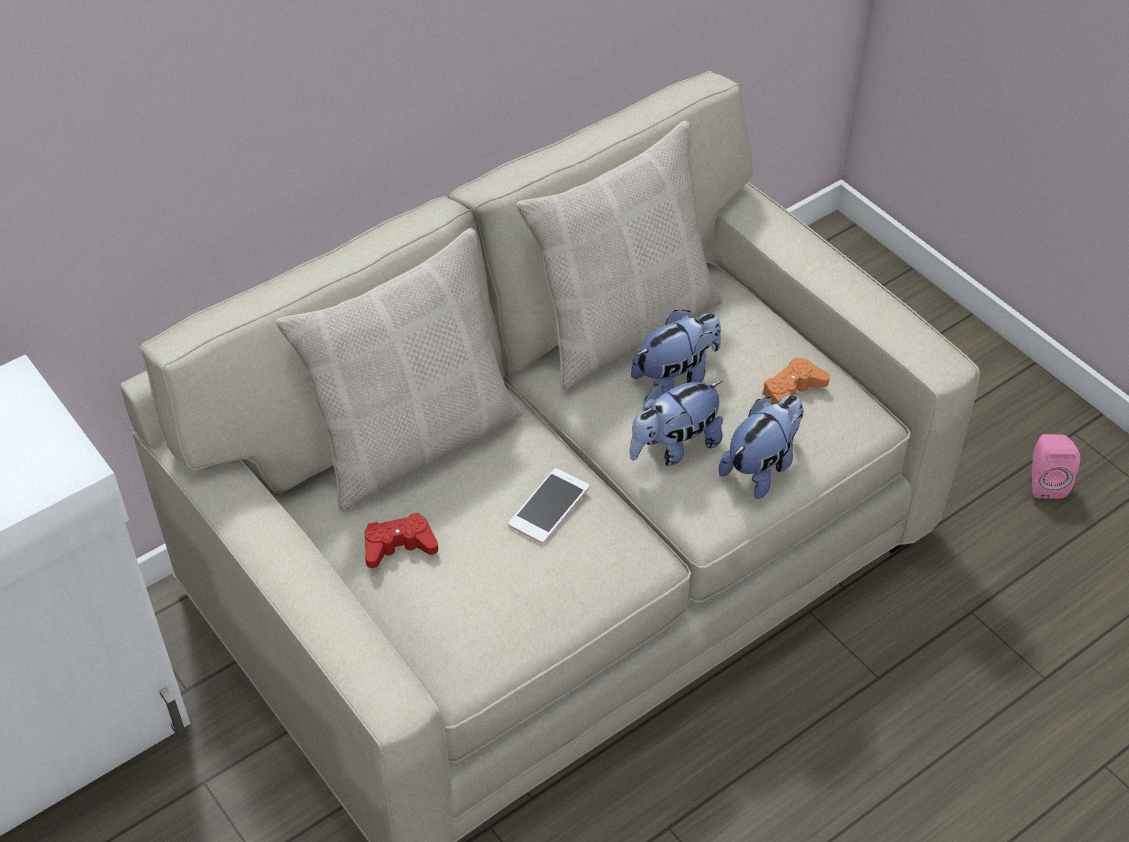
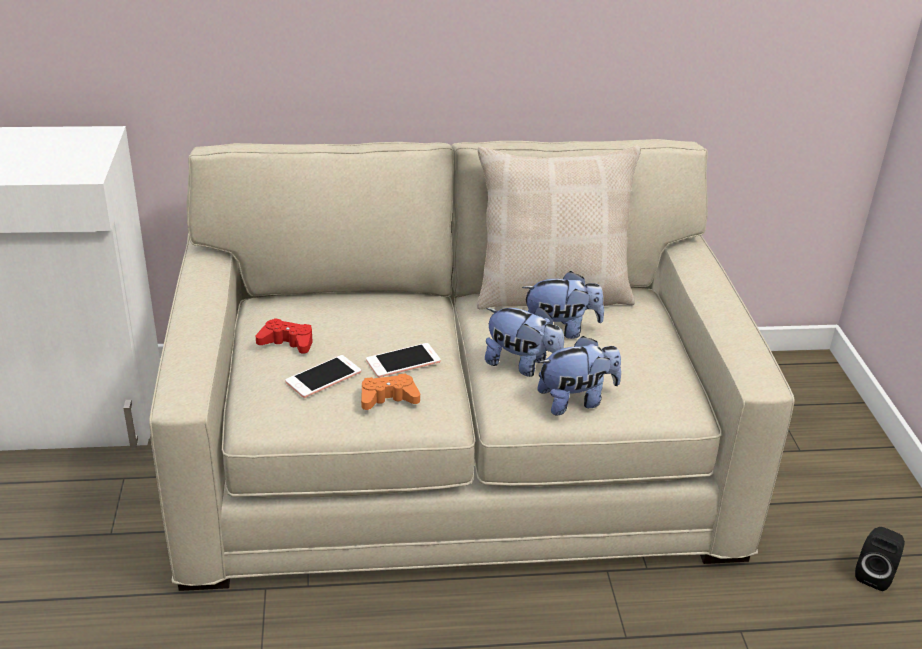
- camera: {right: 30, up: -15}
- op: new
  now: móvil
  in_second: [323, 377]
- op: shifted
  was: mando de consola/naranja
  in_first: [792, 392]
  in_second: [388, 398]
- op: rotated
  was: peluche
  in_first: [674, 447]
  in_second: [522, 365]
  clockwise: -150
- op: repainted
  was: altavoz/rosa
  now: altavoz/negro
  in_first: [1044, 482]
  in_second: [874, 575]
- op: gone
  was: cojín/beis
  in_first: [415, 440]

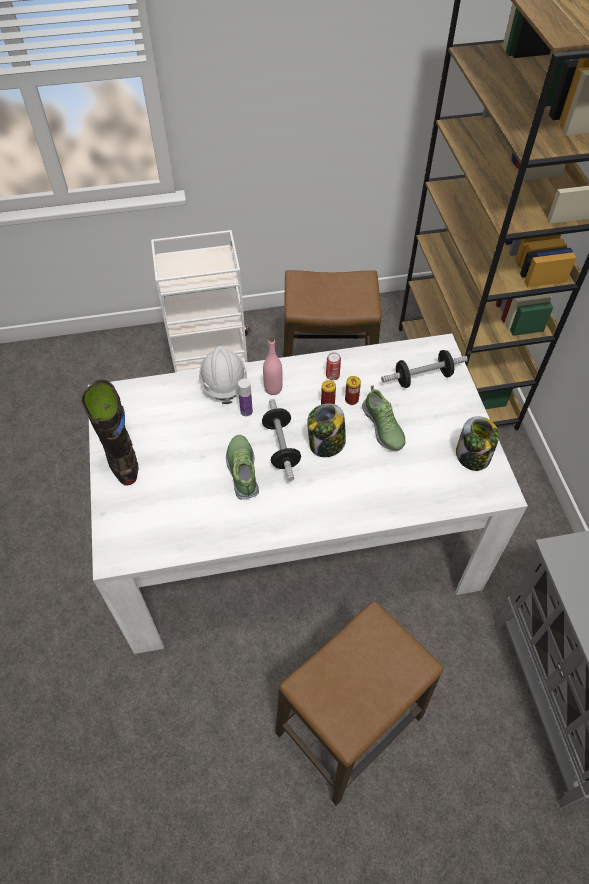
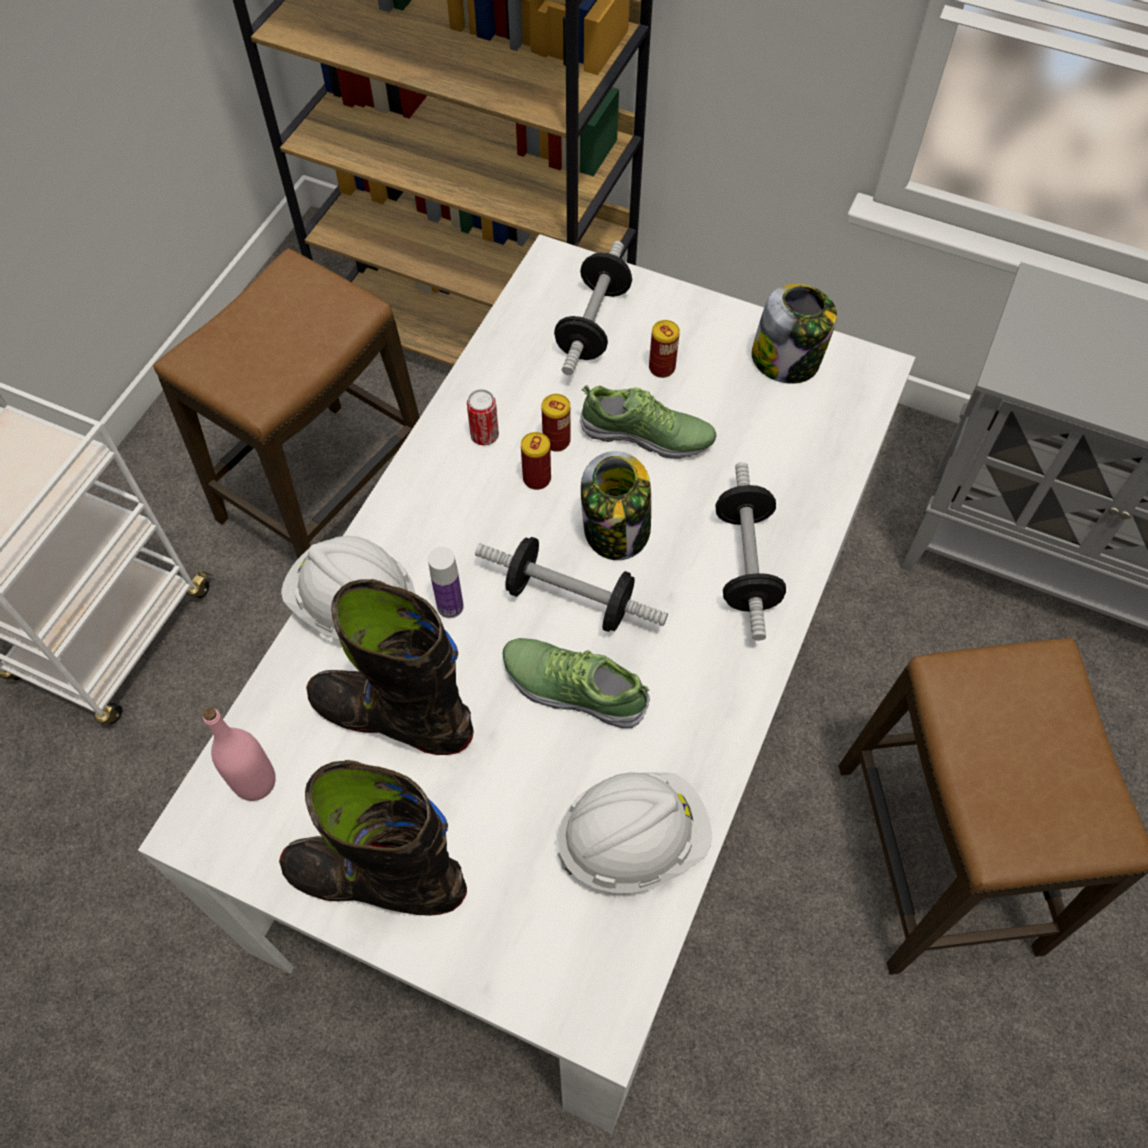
- camera: {right: -55, up: 5}
- op: shifted
  was: botella/rosa
  in_first: [273, 388]
  in_second: [255, 782]
- op: new
  now: bota/negro
  in_second: [393, 717]
- op: new
  now: casco/blanco
  in_second: [633, 840]
- op: new
  now: lata
  in_second: [662, 368]
- op: new
  now: mancuerna
  in_second: [746, 563]

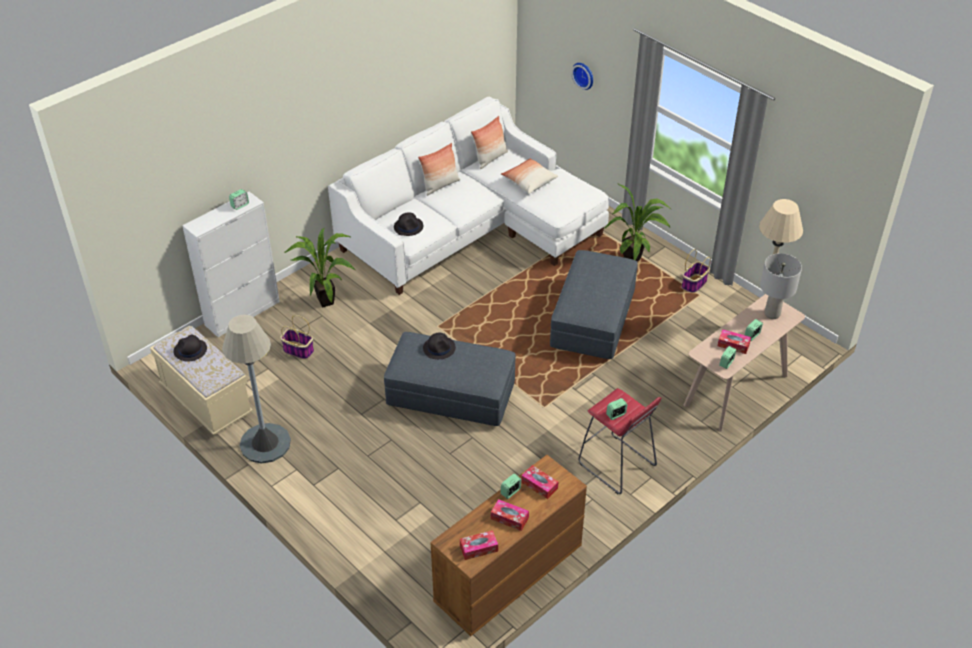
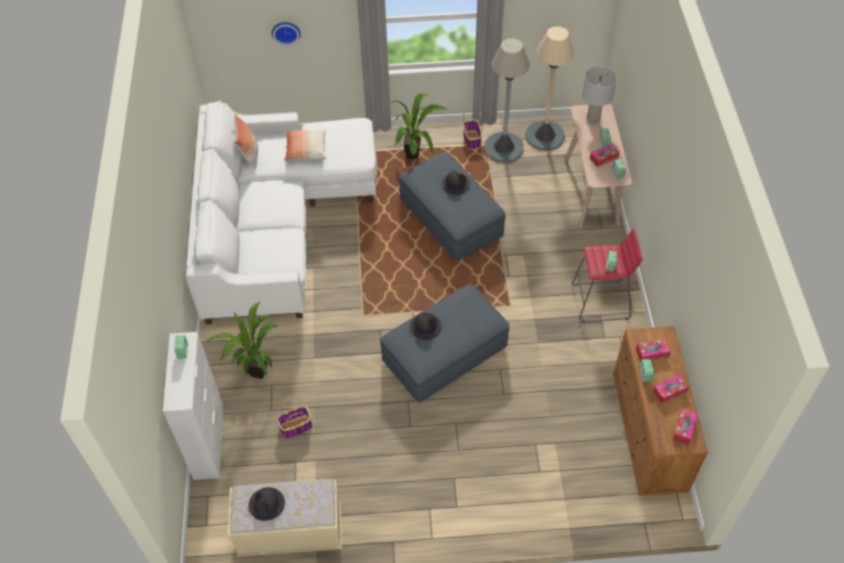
- camera: {right: -50, up: 10}
- op: shifted
  was: sombrero/negro
  in_first: [408, 227]
  in_second: [455, 184]
- op: shifted
  was: lámpara de pie/gris
  in_first: [265, 443]
  in_second: [504, 147]
- op: gone
  was: cojín
  in_first: [440, 185]

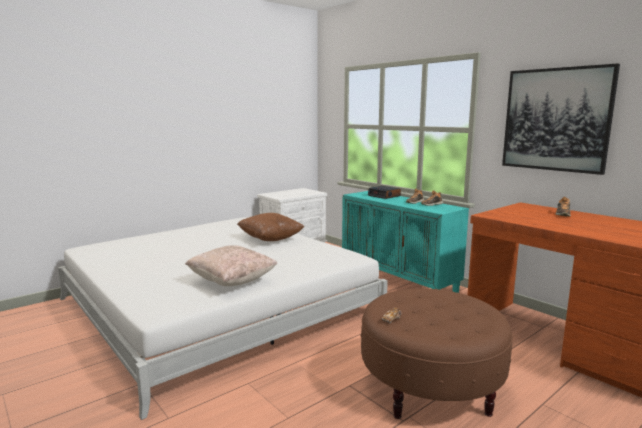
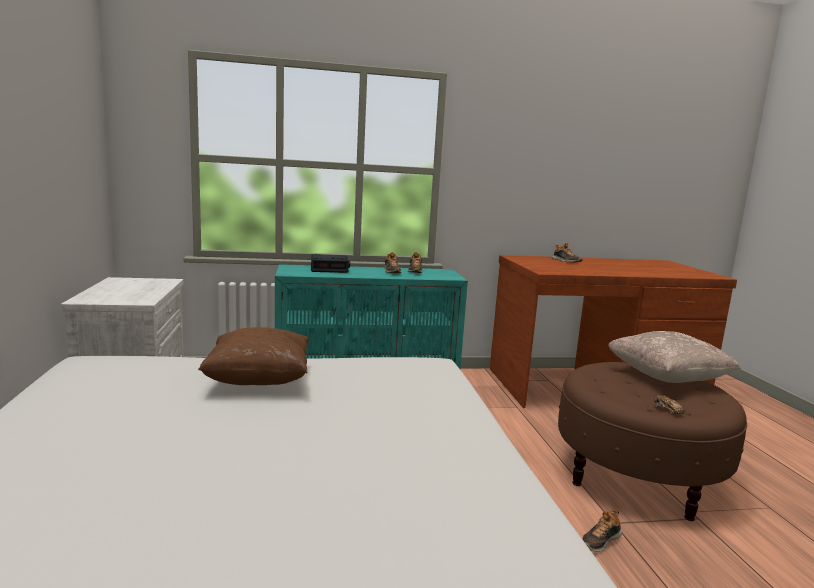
- camera: {right: -60, up: 0}
- op: new
  now: zapato
  in_second: [600, 540]
- op: shifted
  was: cojín/beis
  in_first: [232, 282]
  in_second: [666, 379]
- op: gone
  was: cuadro
  in_first: [556, 119]

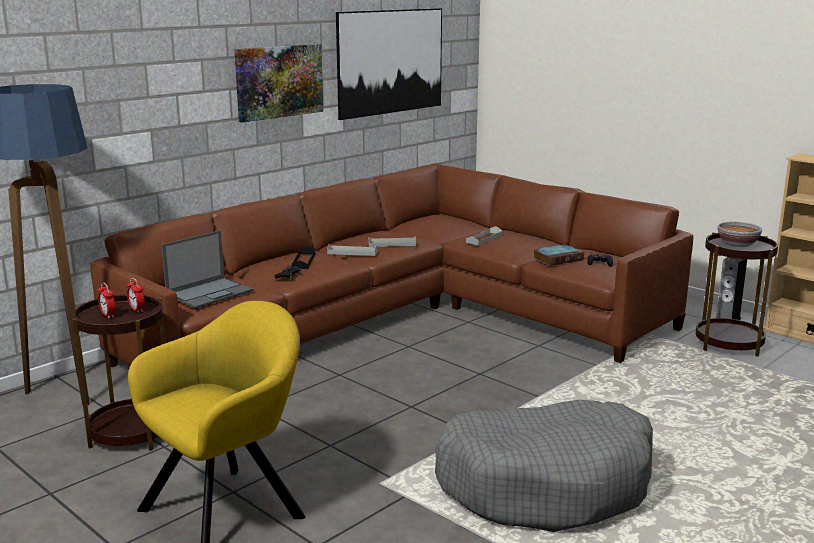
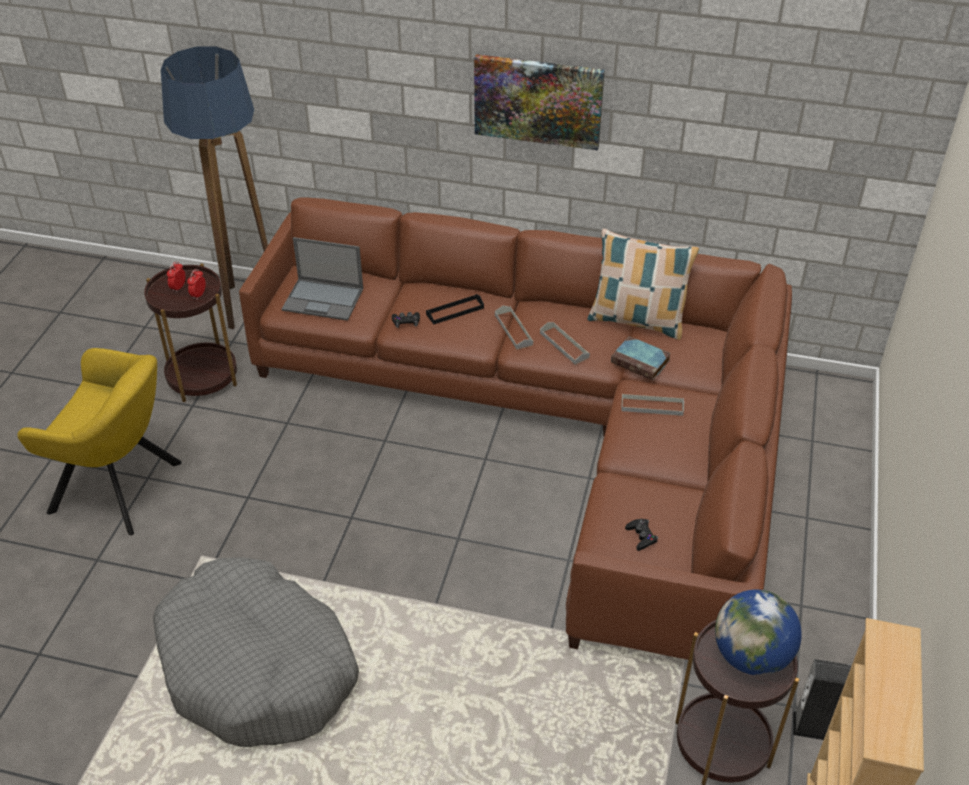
- camera: {right: 60, up: 25}
- op: new
  now: cojín
  in_second: [637, 321]
- op: shifted
  was: libro
  in_first: [558, 258]
  in_second: [641, 362]
- op: swapped
  was: cuenco
  now: globo terráqueo
  in_first: [737, 244]
  in_second: [751, 656]
- op: gone
  was: cuadro
  in_first: [391, 62]

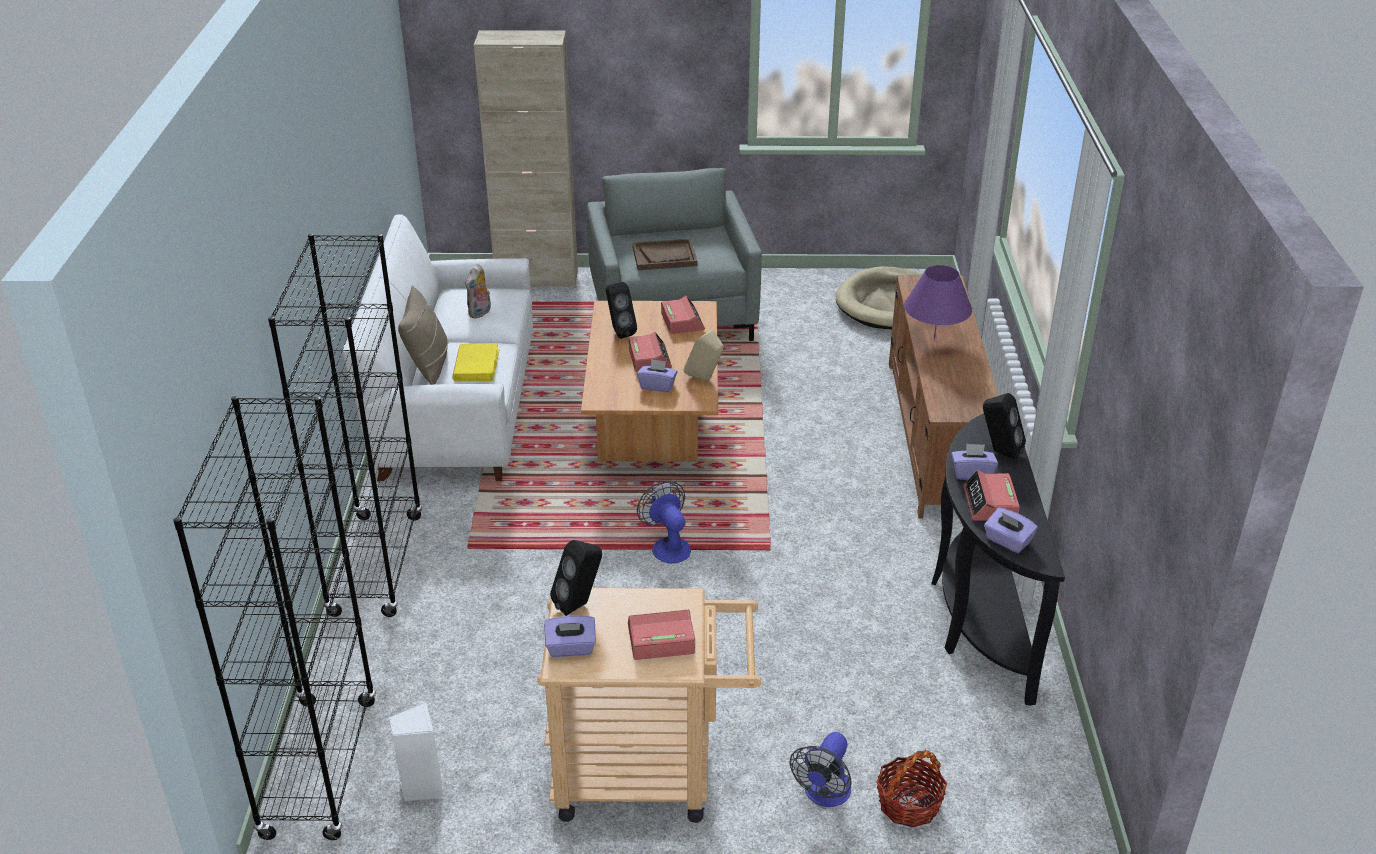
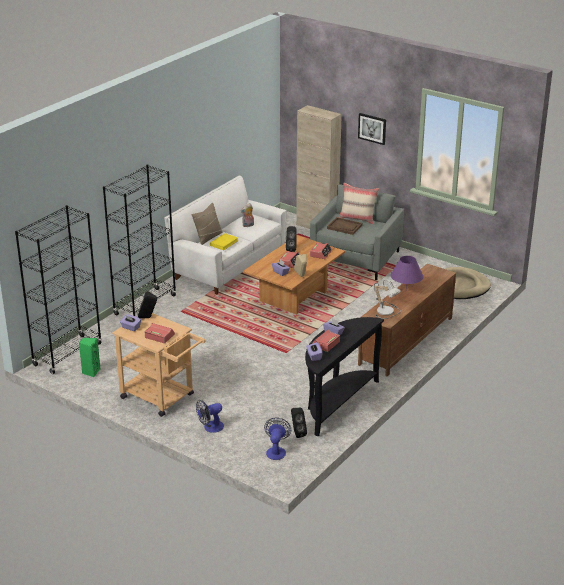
- camera: {right: 35, up: -5}
- op: repainted
  was: altavoz/blanco
  now: altavoz/verde
  in_first: [421, 787]
  in_second: [91, 372]
- op: shifted
  was: ventilador
  in_first: [668, 545]
  in_second: [276, 451]
- op: shifted
  was: altavoz/negro
  in_first: [999, 452]
  in_second: [297, 433]
- op: new
  now: cojín/beis
  in_second: [358, 218]
- op: new
  now: cuadro
  in_second: [372, 128]
- op: new
  now: lámpara de mesa
  in_second: [387, 310]
- op: gone
  was: cesta
  in_first: [908, 804]

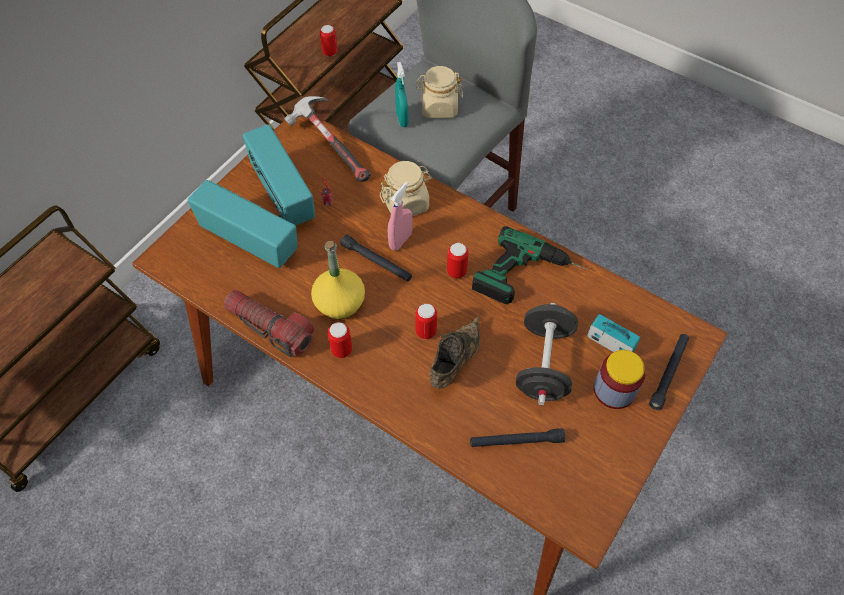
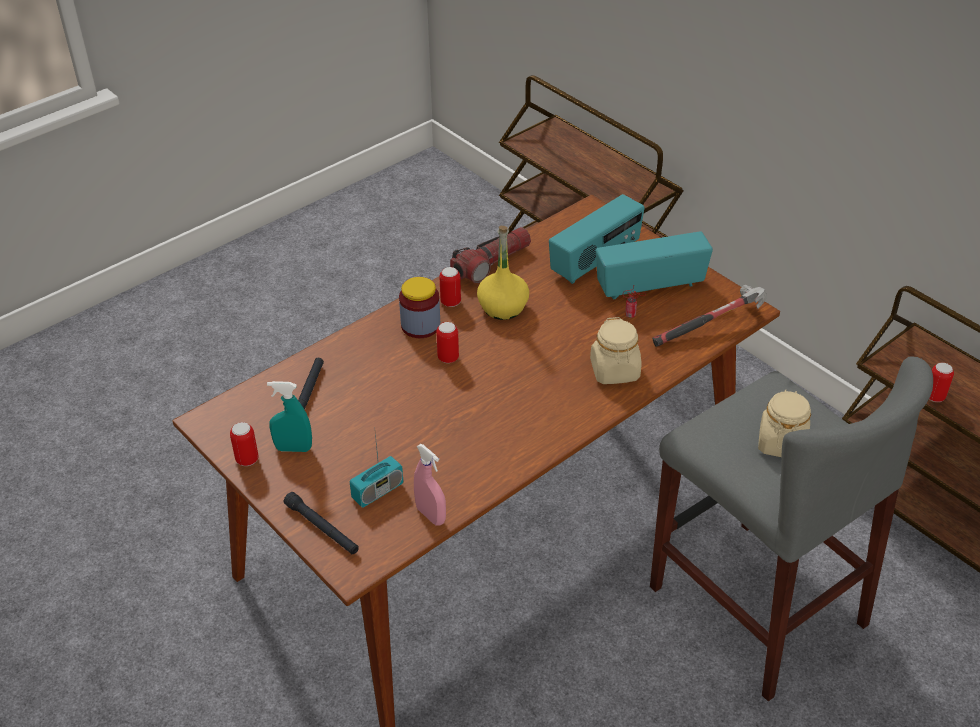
- camera: {right: 105, up: -15}
- op: shifted
  was: lata
  in_first: [456, 271]
  in_second: [247, 459]
- op: shifted
  was: pulverizador/turquesa
  in_first: [402, 119]
  in_second: [293, 448]
- op: shifted
  was: tarro
  in_first: [614, 390]
  in_second: [420, 325]
- op: shifted
  was: pulverizador/rosa
  in_first: [400, 241]
  in_second: [430, 515]
- op: gone
  was: linterna/negro
  in_first: [376, 262]
- op: gone
  was: zapato/marrón
  in_first: [454, 362]
- op: gone
  was: taladro
  in_first: [529, 277]
- op: gone
  was: mancuerna/negro
  in_first: [543, 364]

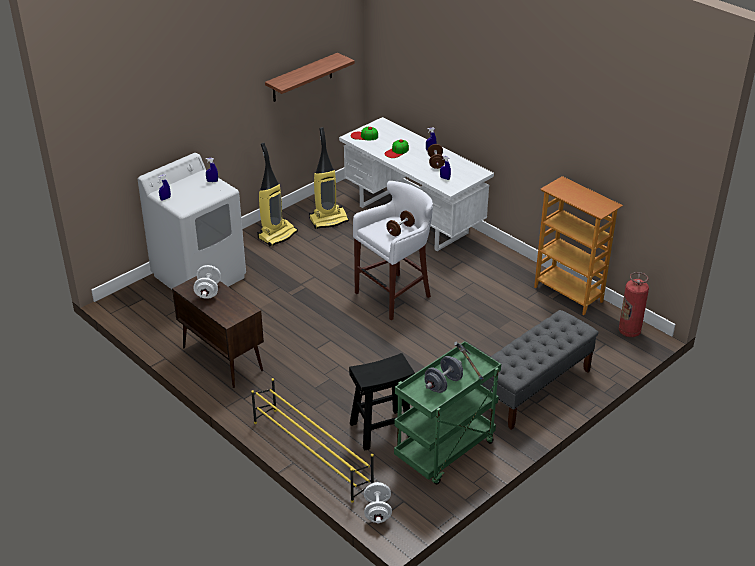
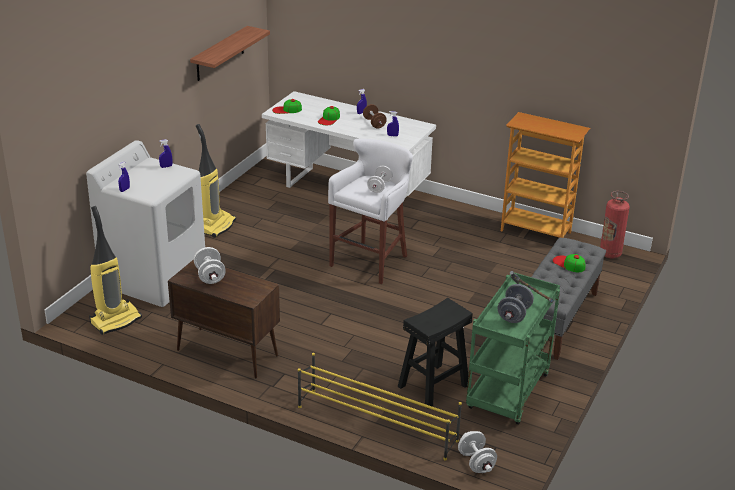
- camera: {right: -20, up: -5}
- op: shifted
  was: aspiradora
  in_first: [329, 220]
  in_second: [115, 320]
- op: repainted
  was: mancuerna/marrón
  now: mancuerna/blanco
  in_first: [400, 230]
  in_second: [379, 187]
- op: new
  now: gorra
  in_second: [569, 264]

